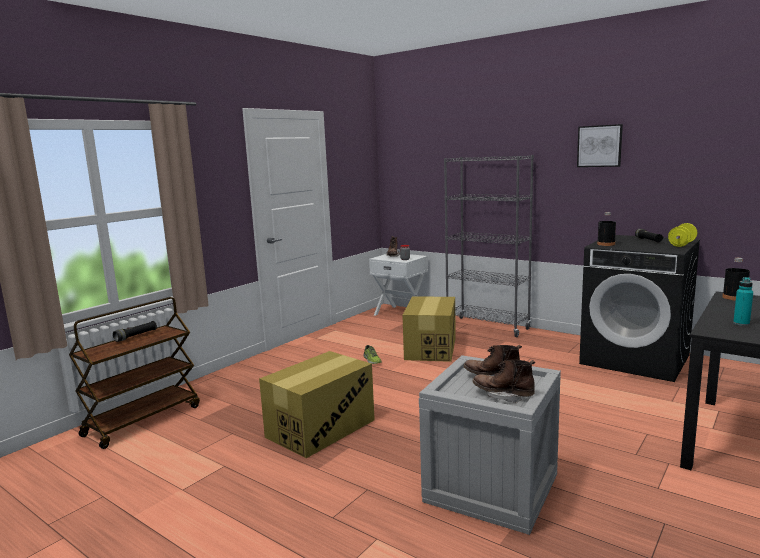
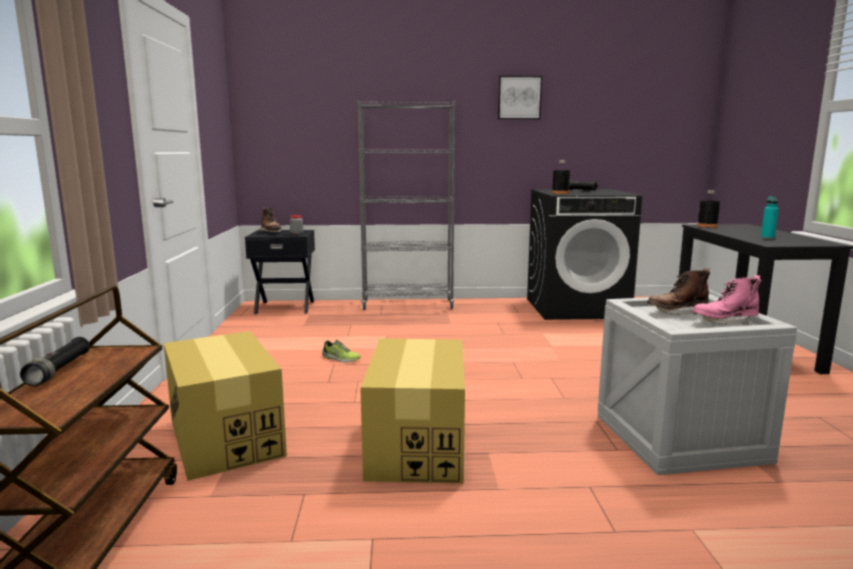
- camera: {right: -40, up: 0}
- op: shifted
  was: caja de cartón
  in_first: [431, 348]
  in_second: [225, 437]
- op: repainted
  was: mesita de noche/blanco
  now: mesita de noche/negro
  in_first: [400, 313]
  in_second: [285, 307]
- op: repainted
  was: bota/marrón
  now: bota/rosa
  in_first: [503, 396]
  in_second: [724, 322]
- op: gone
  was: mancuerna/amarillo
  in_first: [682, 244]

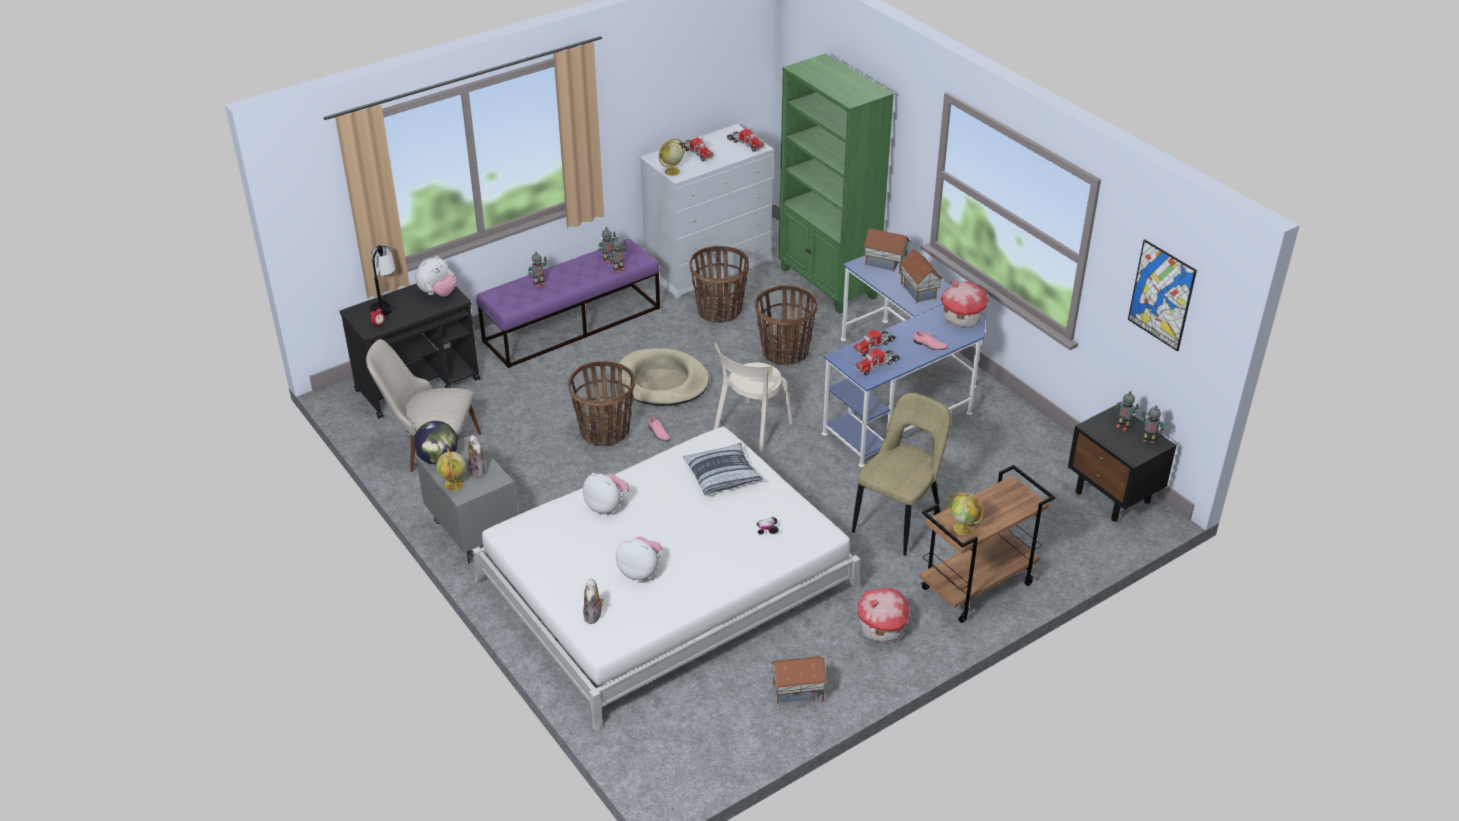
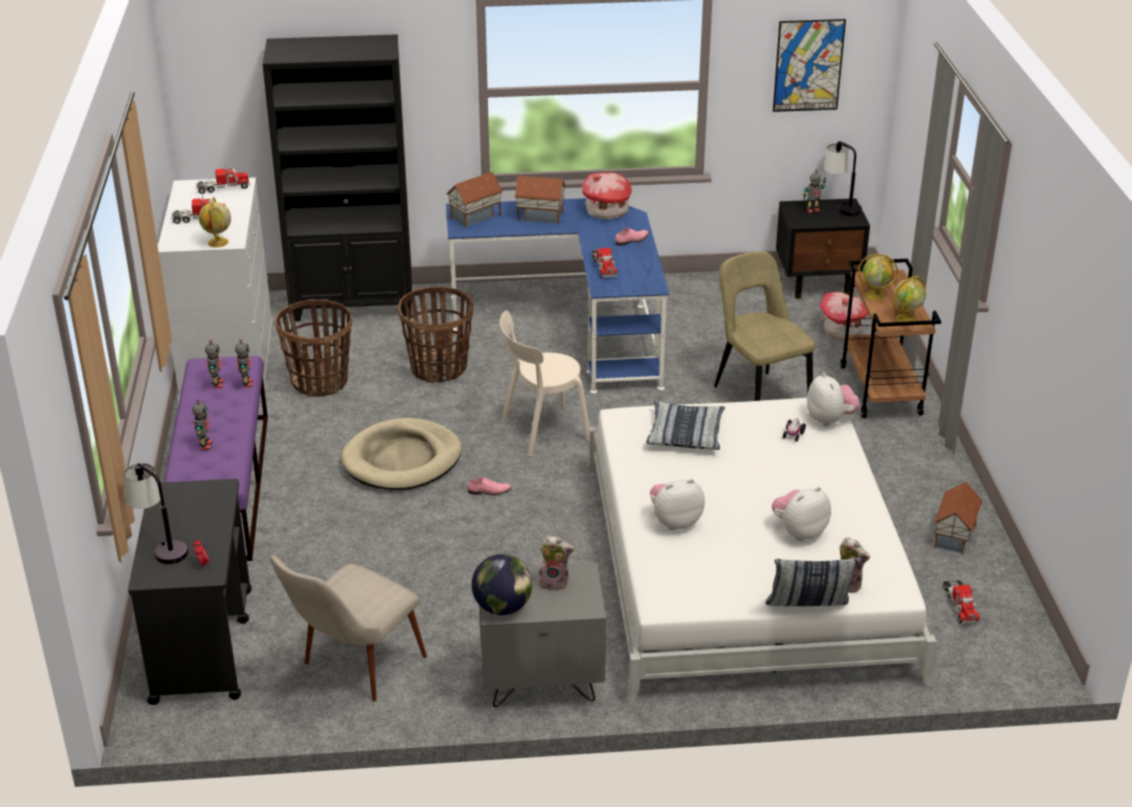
- camera: {right: -60, up: -5}
- op: repainted
  was: estantería/verde
  now: estantería/negro
  in_first: [828, 284]
  in_second: [353, 305]
- op: rotated
  was: silla/beis
  in_first: [751, 428]
  in_second: [541, 430]
  clockwise: 90
- op: new
  now: cojín
  in_second: [808, 612]
- op: shifted
  was: peluche
  in_first: [438, 293]
  in_second: [830, 419]
- op: shifted
  was: casita
  in_first: [882, 629]
  in_second: [841, 330]
- op: swapped
  was: robot de juguete
  now: lámpara de mesa
  in_first: [1148, 441]
  in_second: [840, 207]
- op: shifted
  was: globo terráqueo
  in_first: [454, 485]
  in_second: [875, 295]
- op: shifted
  was: camión de juguete
  in_first: [877, 365]
  in_second: [960, 605]
- op: gone
  was: cesta
  in_first: [605, 432]

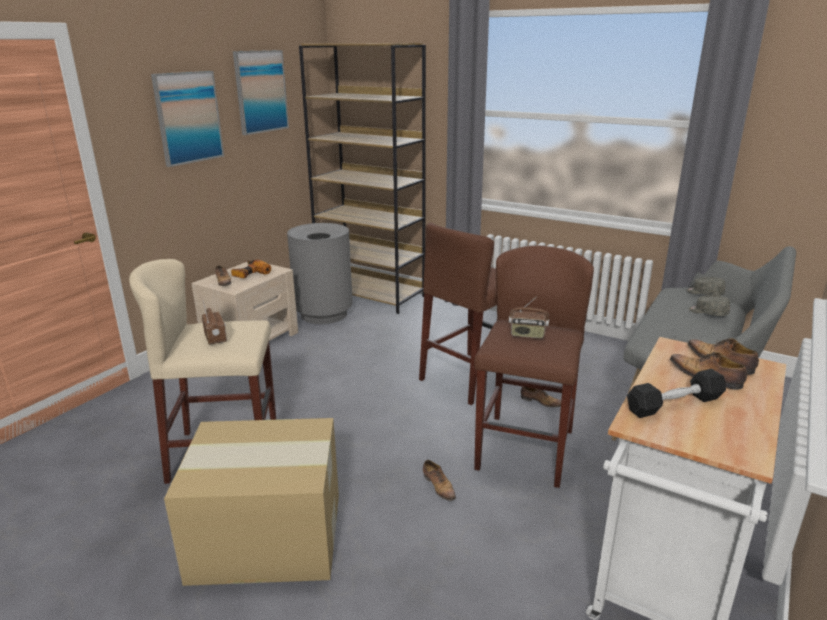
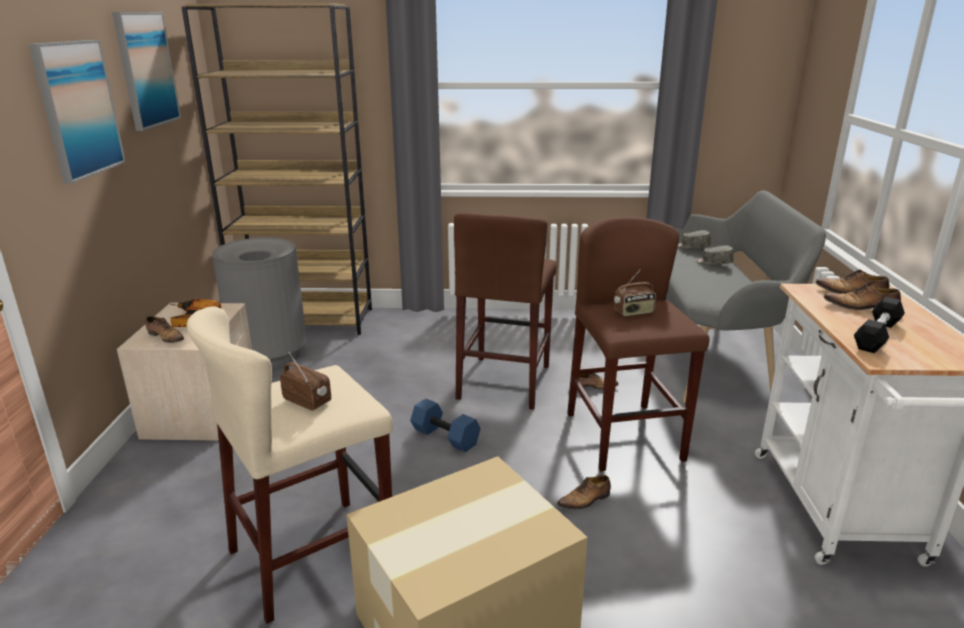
- camera: {right: -30, up: 0}
- op: new
  now: mancuerna/azul
  in_second: [446, 437]
- op: rotated
  was: zapato
  in_first: [439, 486]
  in_second: [585, 500]
  clockwise: 120

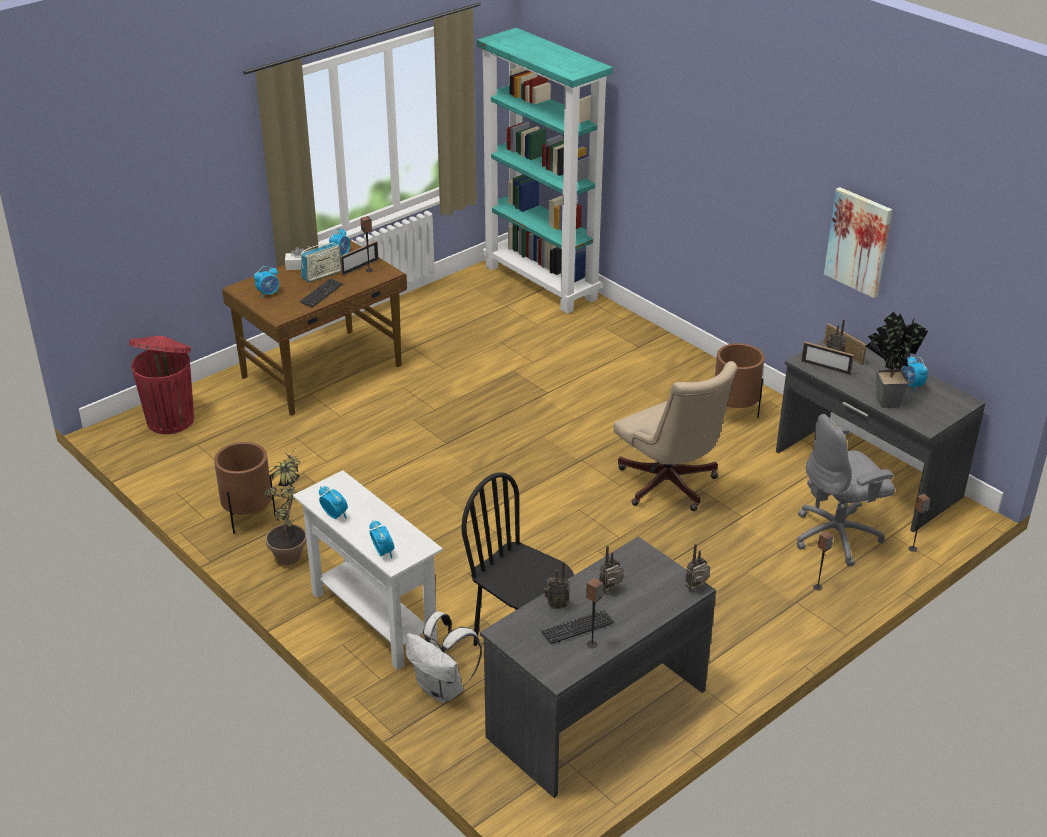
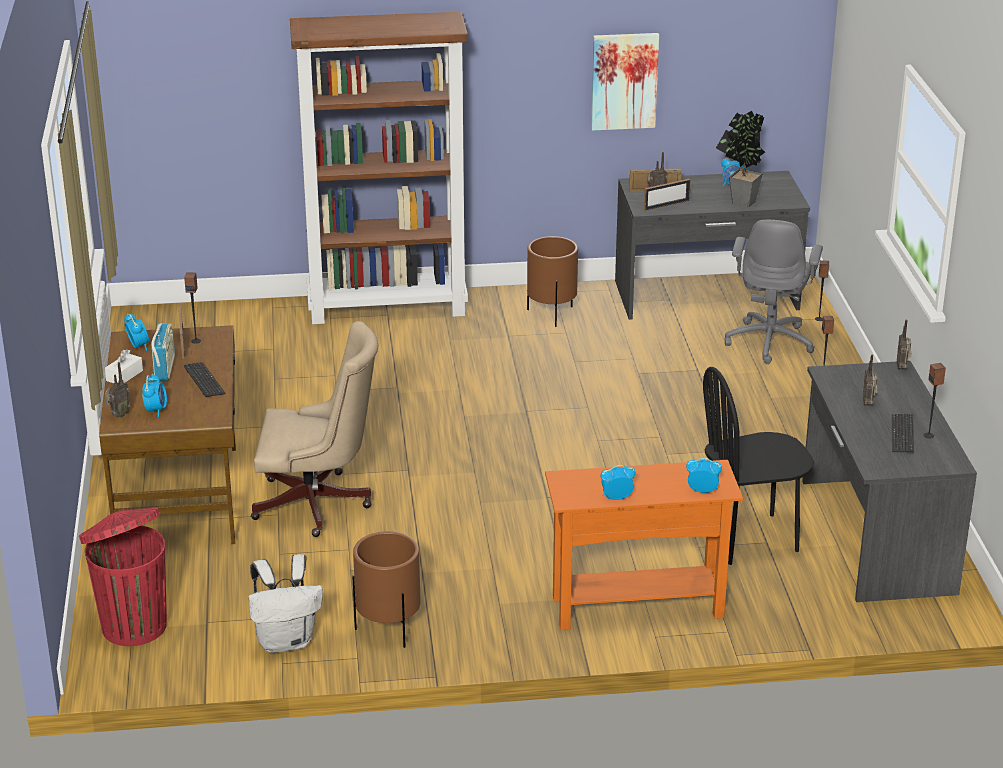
- camera: {right: -55, up: -5}
- op: shifted
  was: radio
  in_first: [556, 605]
  in_second: [118, 415]
- op: shifted
  was: mochila/blanco
  in_first: [443, 689]
  in_second: [286, 641]
- op: shifted
  was: silla de oficina/beis
  in_first: [670, 487]
  in_second: [318, 504]
- op: new
  now: estantería/marrón
  in_second: [388, 307]
- op: repainted
  was: mesa consola/blanco
  now: mesa consola/naranja
  in_first: [373, 619]
  in_second: [637, 606]
- op: gone
  was: planta en maceta
  in_first: [291, 551]
- op: gone
  was: estantería/turquesa
  in_first: [542, 283]

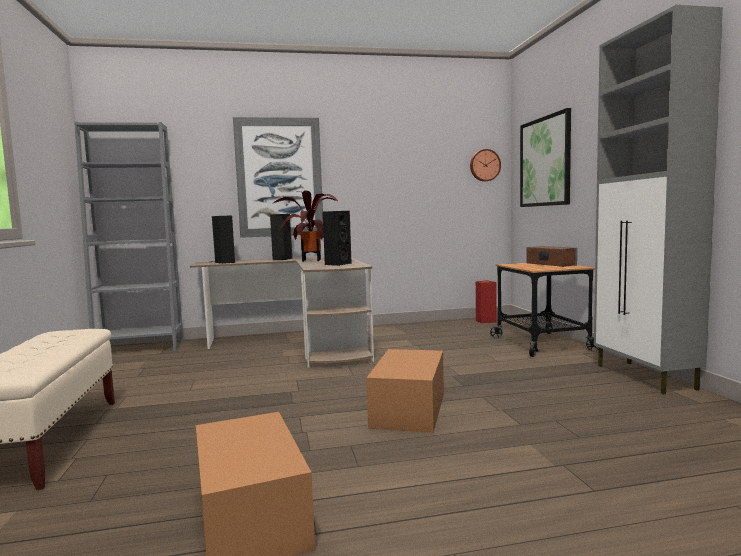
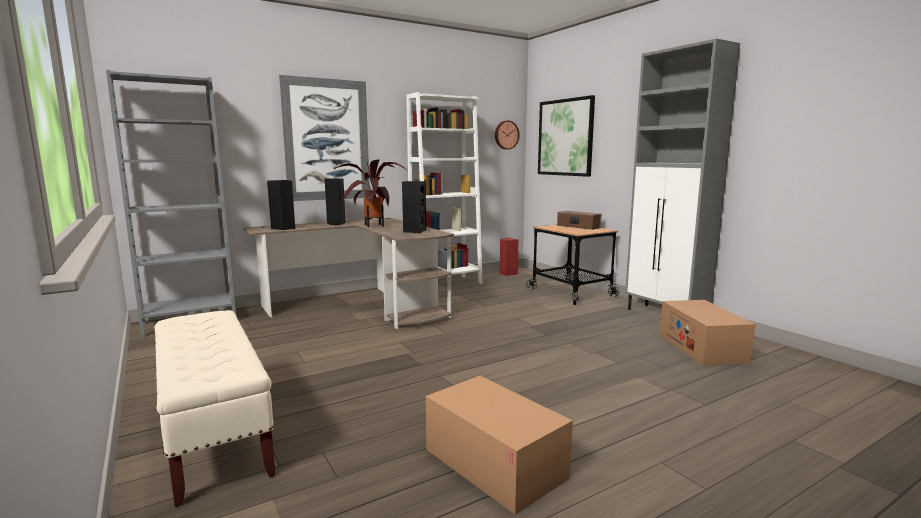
- camera: {right: -20, up: 5}
- op: new
  now: estantería/blanco
  in_second: [446, 283]
- op: shifted
  was: caja de cartón
  in_first: [409, 409]
  in_second: [701, 348]

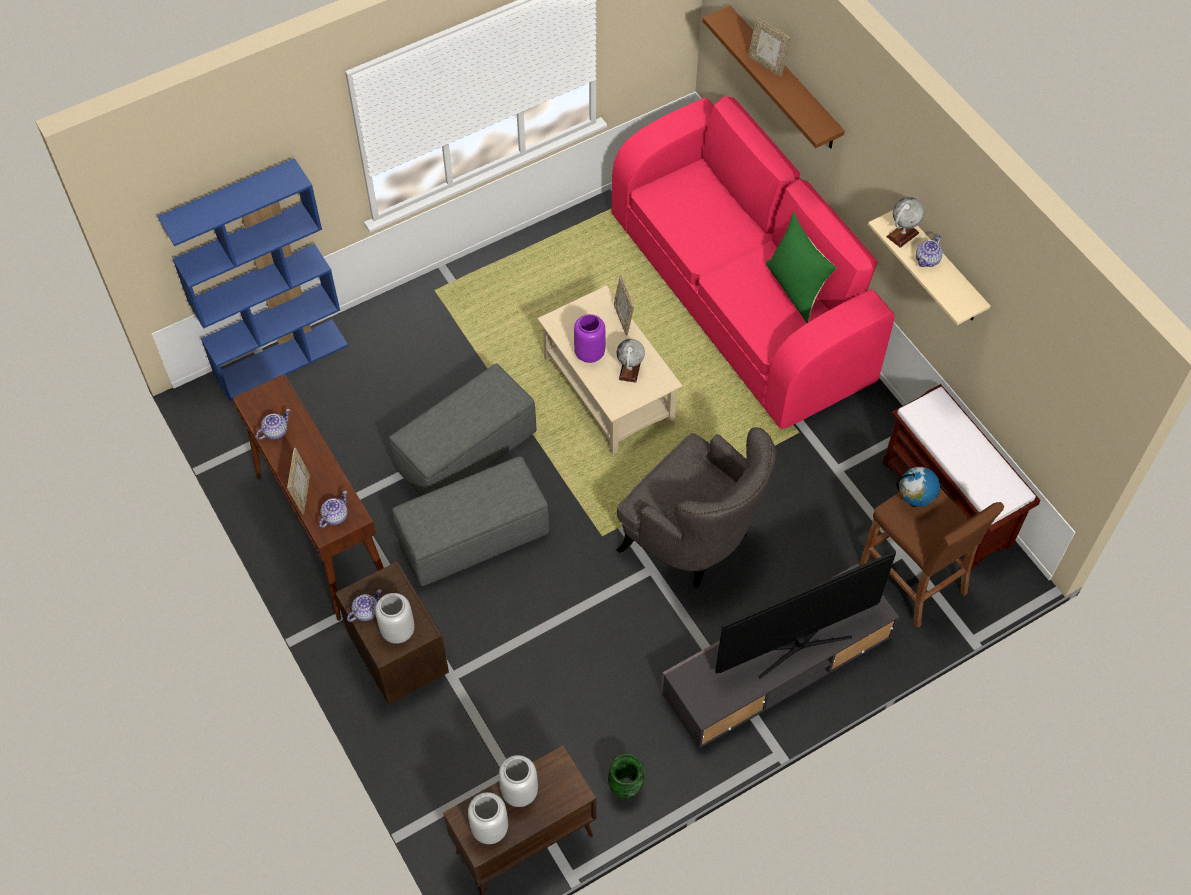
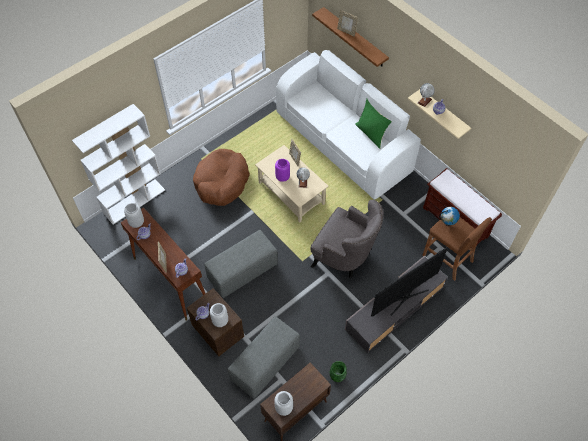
- camera: {right: -10, up: 0}
- op: repainted
  was: estantería/azul
  now: estantería/blanco
  in_first: [281, 359]
  in_second: [134, 201]
- op: shifted
  was: florero/gris
  in_first: [520, 792]
  in_second: [136, 222]
- op: new
  now: cama para perro/marrón
  in_second: [221, 182]
- op: shifted
  was: puf/gris
  in_first: [465, 453]
  in_second: [265, 364]
- op: repainted
  was: sofá/rosa
  now: sofá/blanco
  in_first: [741, 297]
  in_second: [343, 142]

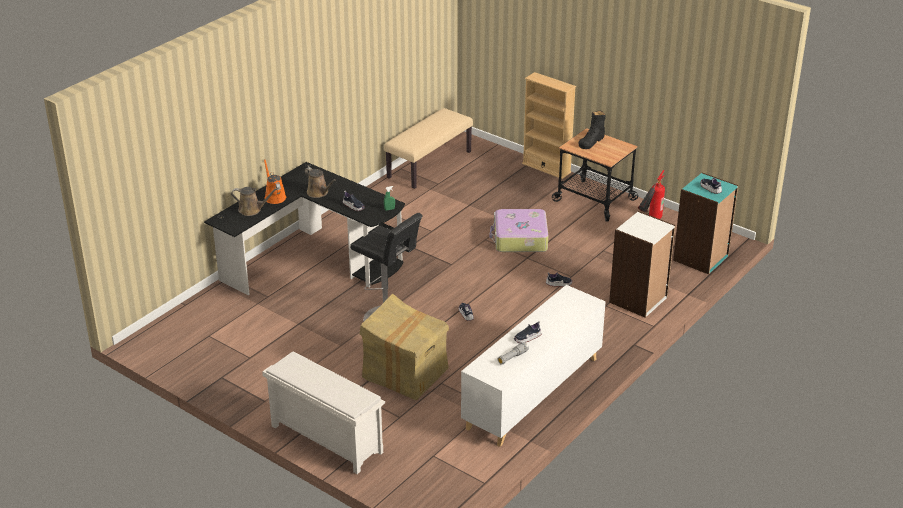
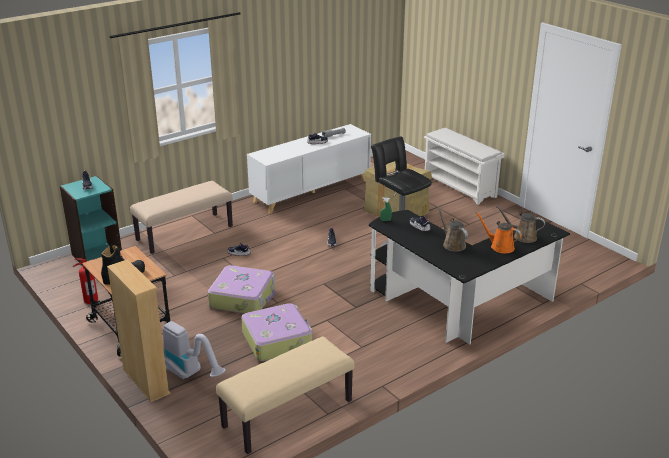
- camera: {right: -165, up: -5}
- op: swapped
  was: estantería/blanco
  now: banco/beis
  in_first: [639, 300]
  in_second: [185, 233]
- op: new
  now: aspiradora
  in_second: [191, 374]
- op: new
  now: maleta
  in_second: [277, 340]
- op: rotated
  was: regadera/naranja
  in_first: [274, 196]
  in_second: [500, 246]
  clockwise: 135

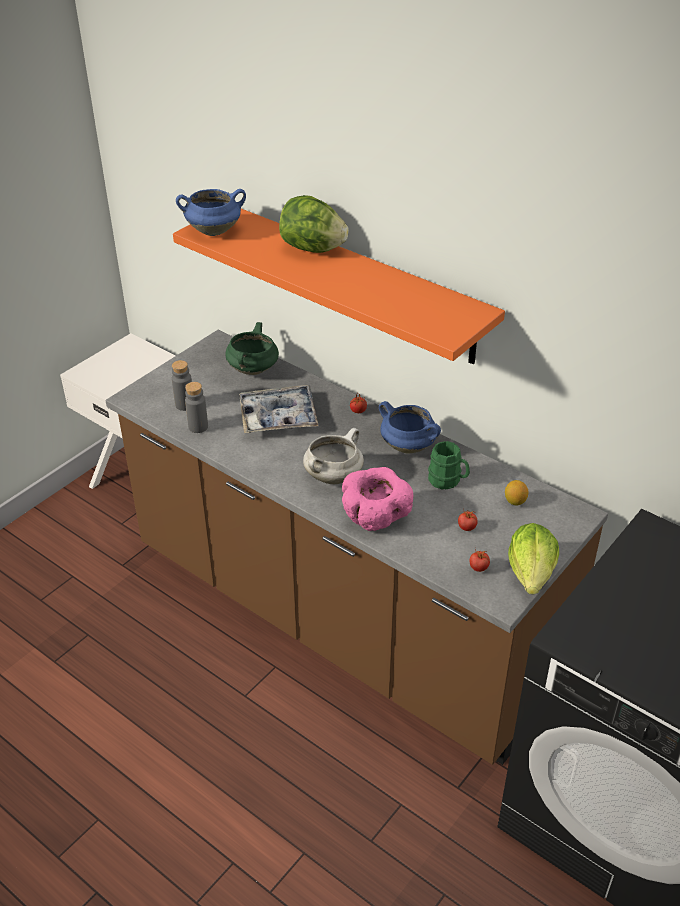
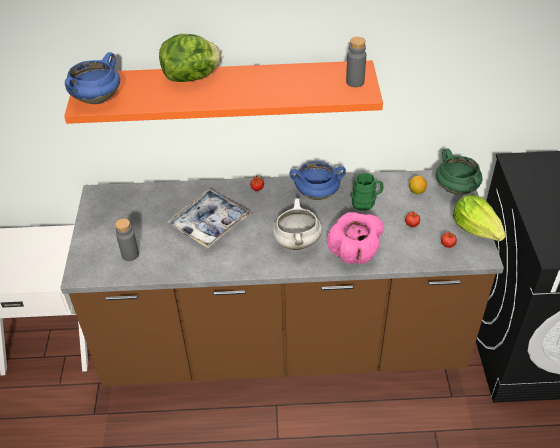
- camera: {right: -40, up: 5}
- op: shifted
  was: botella/gris
  in_first: [198, 427]
  in_second: [355, 82]
- op: shifted
  was: olla/verde
  in_first: [253, 370]
  in_second: [457, 189]

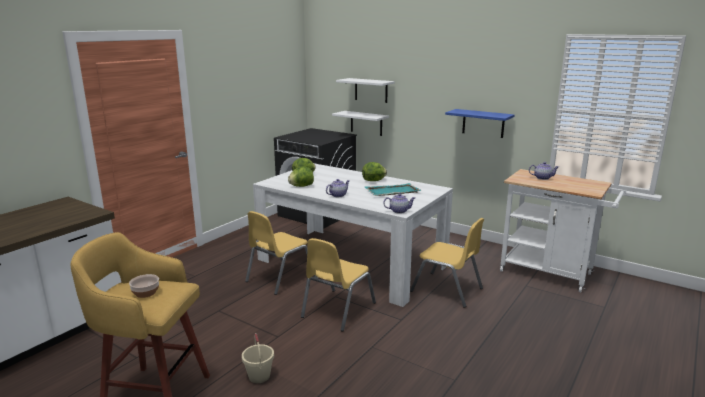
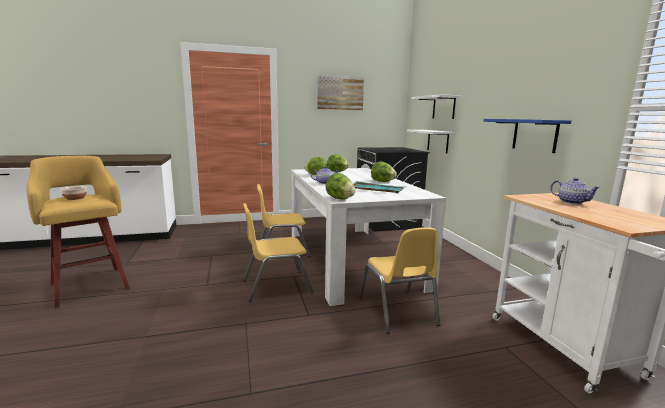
- camera: {right: 40, up: -5}
- op: new
  now: cuadro
  in_second: [340, 93]
- op: swapped
  was: tetera
  now: lechuga
  in_first: [398, 211]
  in_second: [340, 199]
- op: gone
  was: cubo/beis
  in_first: [259, 376]

